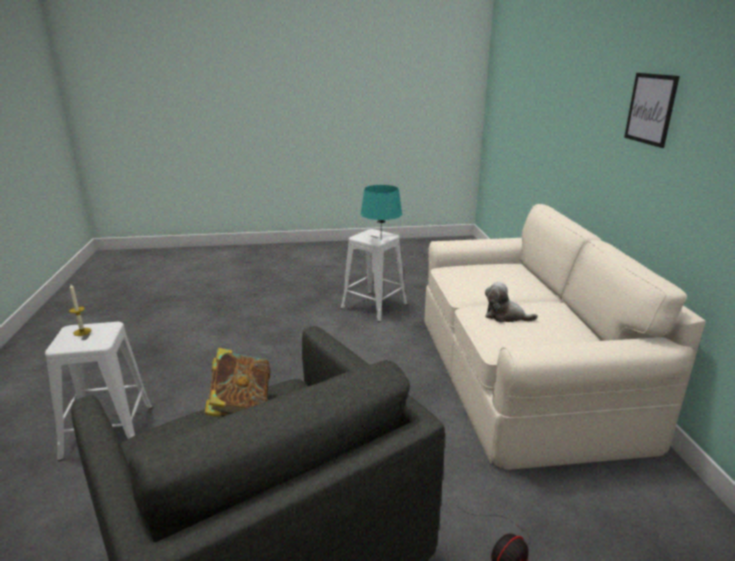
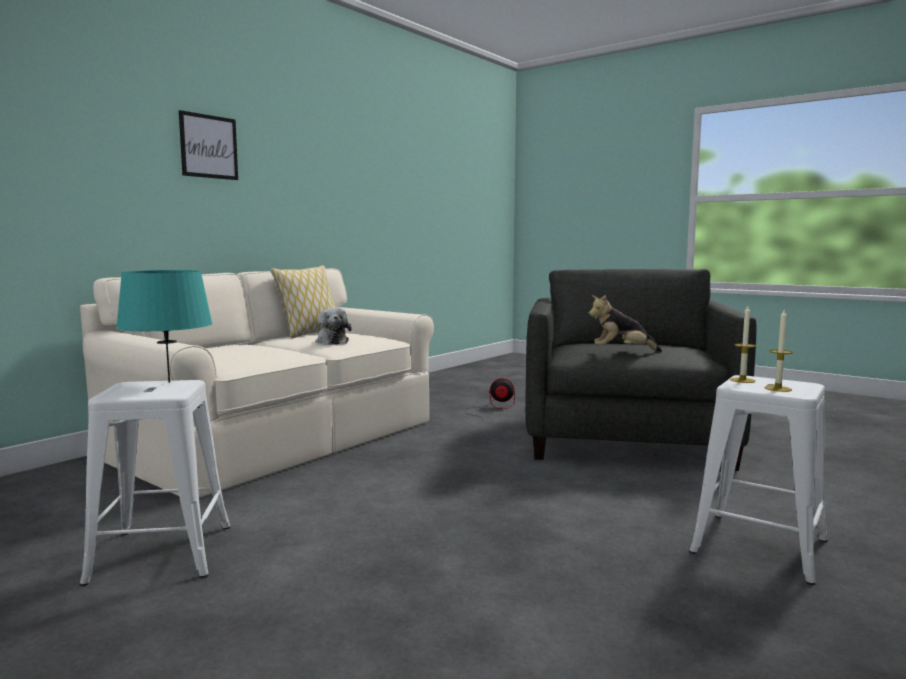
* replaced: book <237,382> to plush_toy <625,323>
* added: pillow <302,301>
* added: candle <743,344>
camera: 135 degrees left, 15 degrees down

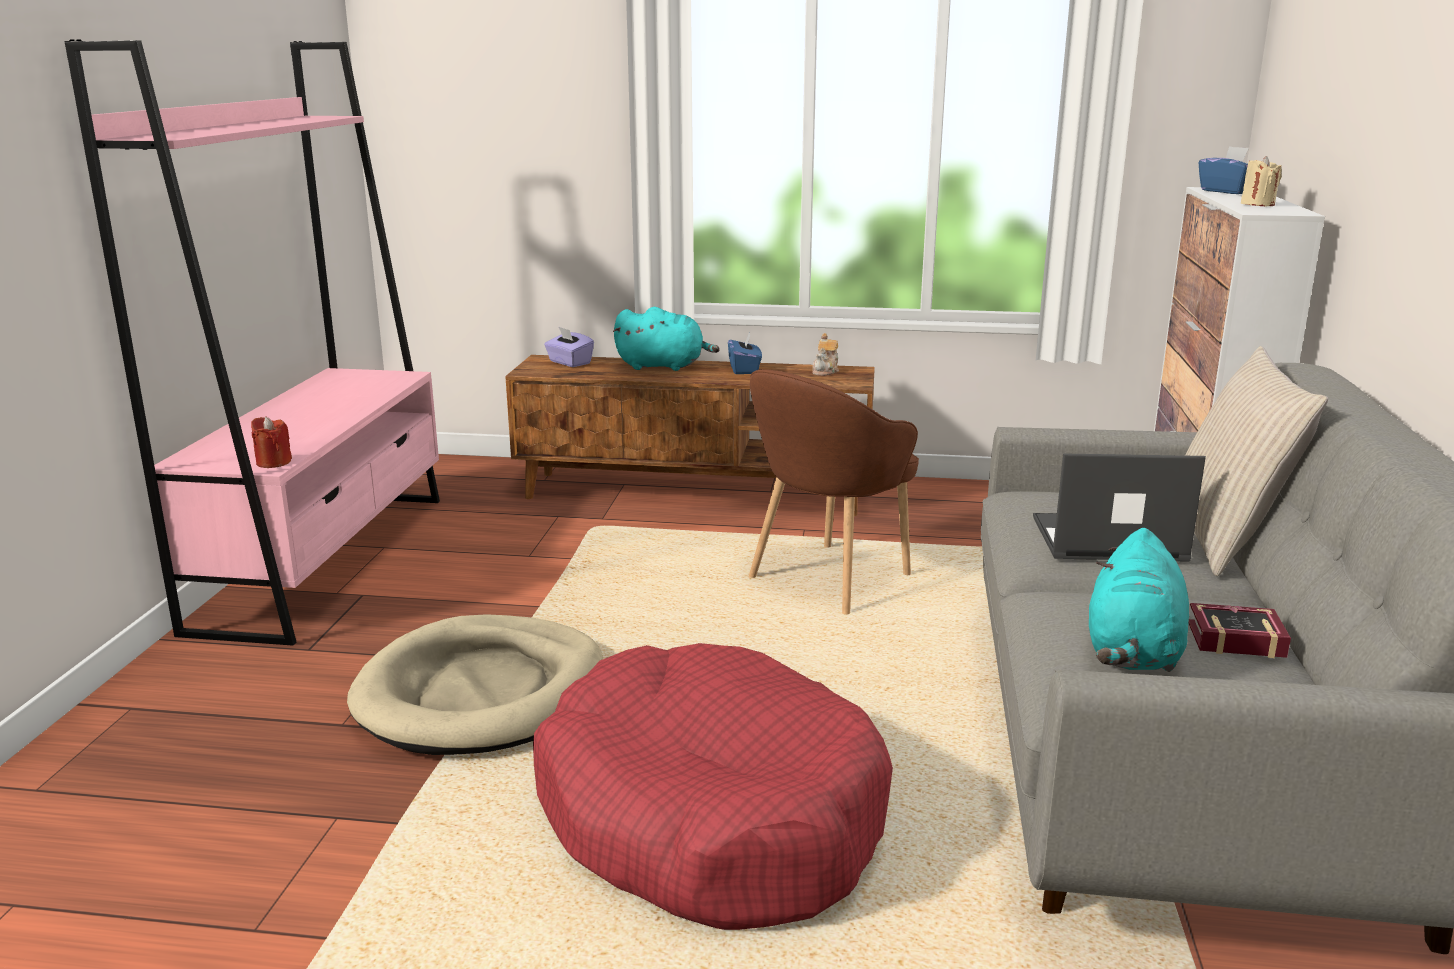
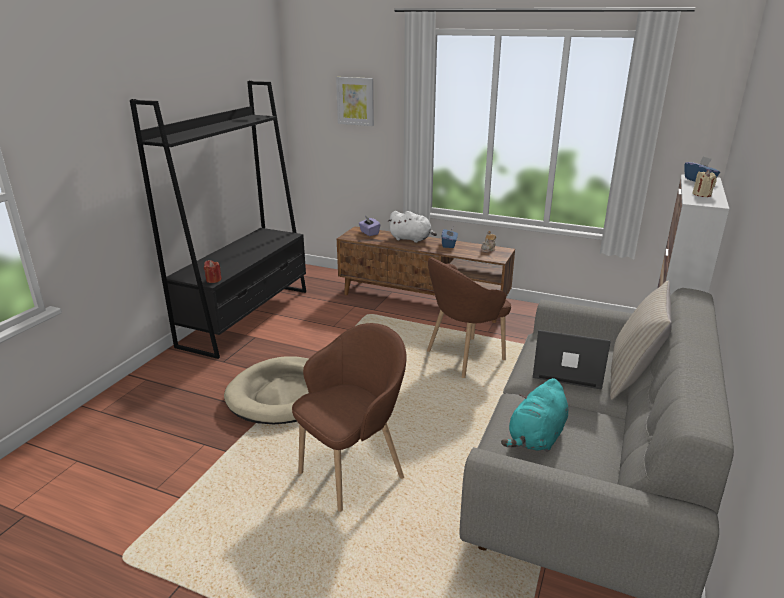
* recoloured: pink_bookcase <252,342> to black_bookcase <218,220>
* recoloured: turquoise_plush_toy <666,339> to white_plush_toy <412,227>
* removed: book <1239,630>
* replaced: red_dog_bed <713,786> to brown_armchair <349,417>
* added: picture <355,101>
camera: 15 degrees right, 5 degrees up

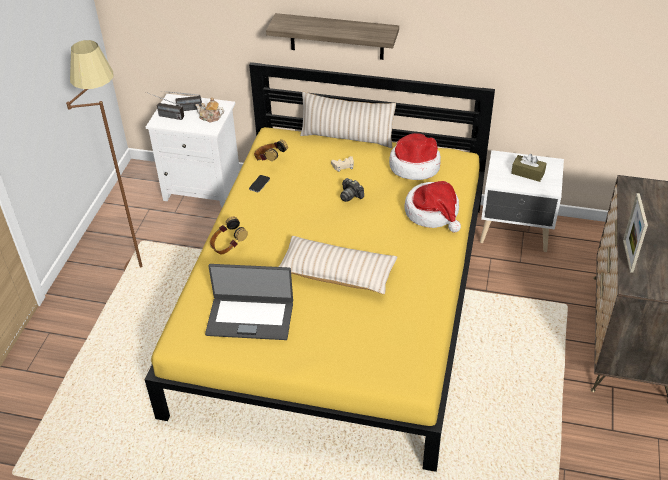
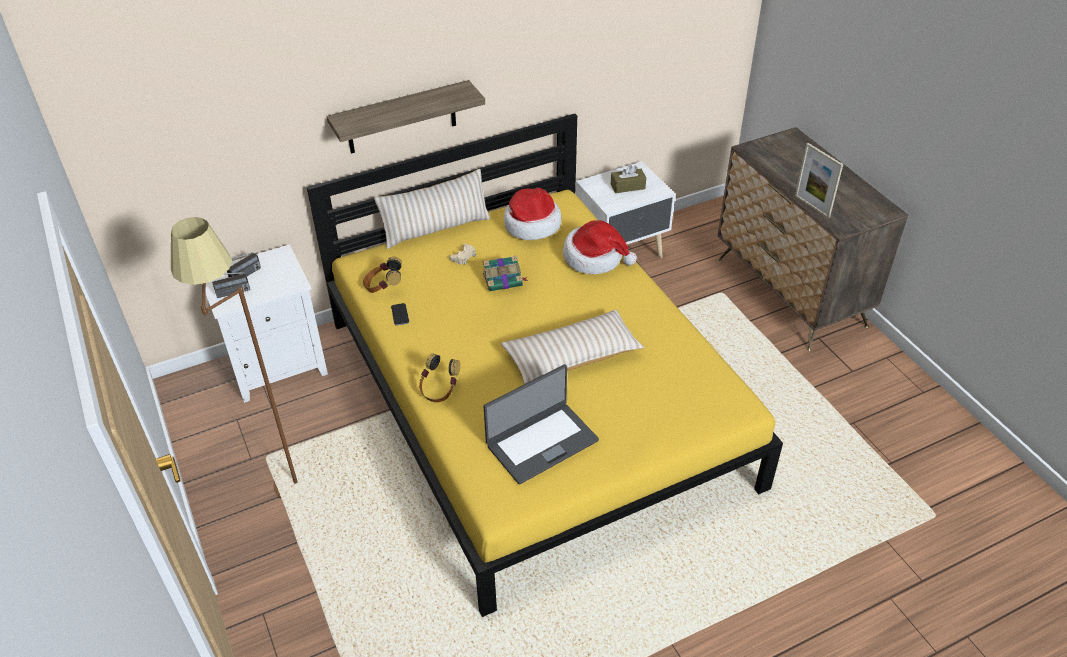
* removed: teapot <209,110>
* replaced: photo_camera <352,190> to book <505,273>
camera: 40 degrees left, 0 degrees up

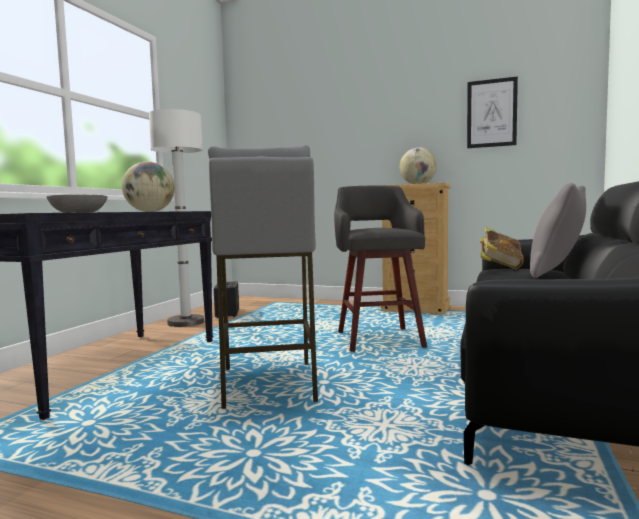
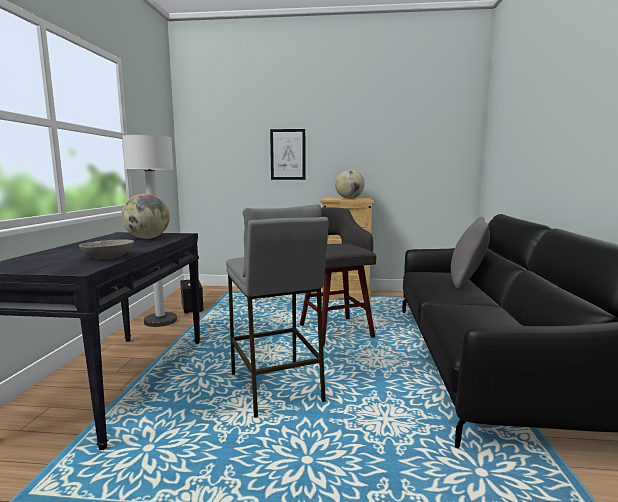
* moved: picture <492,112> to <287,154>
* removed: book <502,248>
camera: 15 degrees left, 5 degrees up

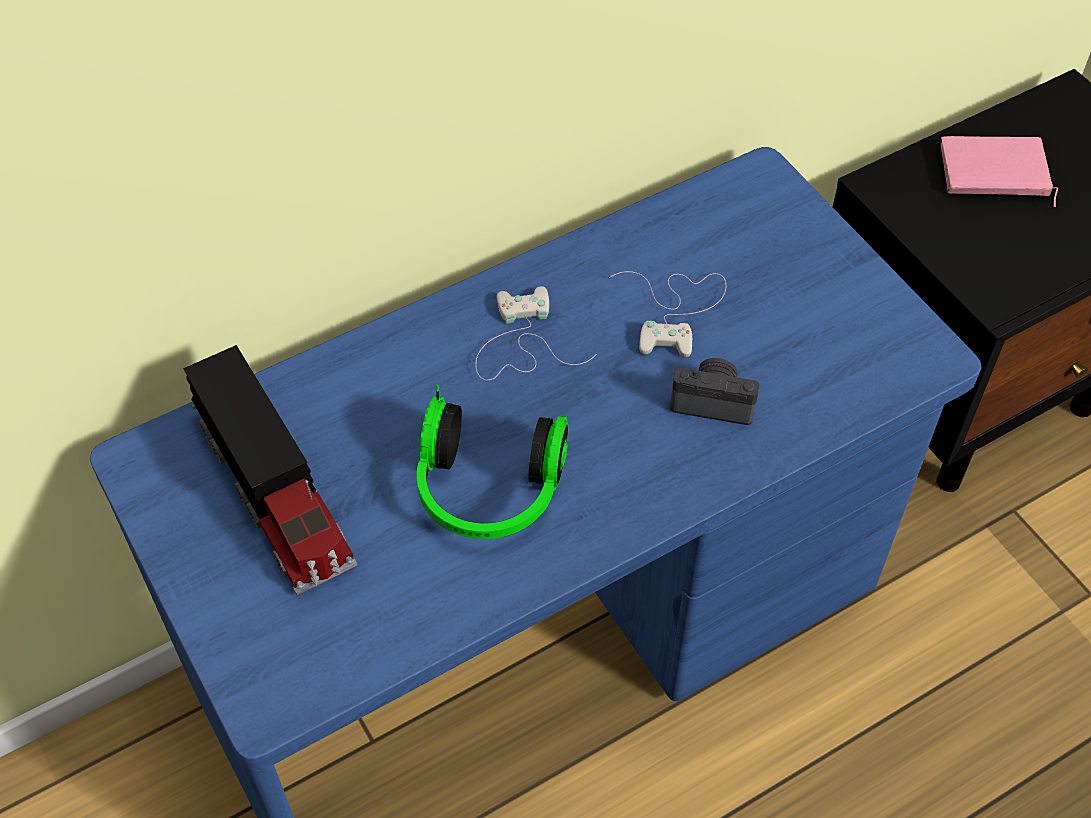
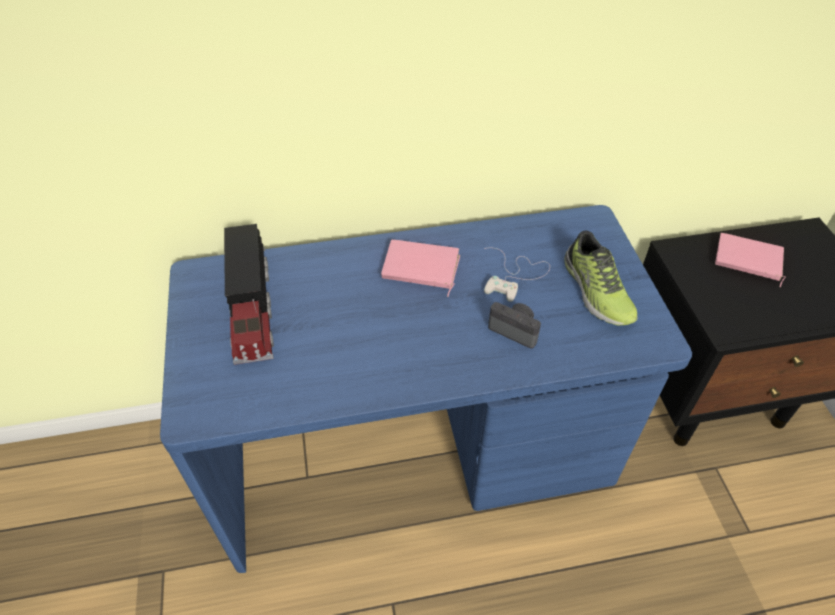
* replaced: white_game_controller <536,333> to pink_book <420,268>
* removed: headphones <492,462>
* added: shoe <601,278>
camera: 20 degrees right, 5 degrees down

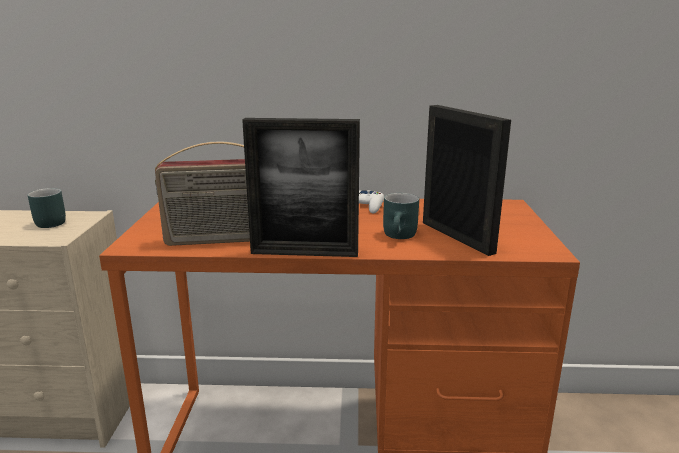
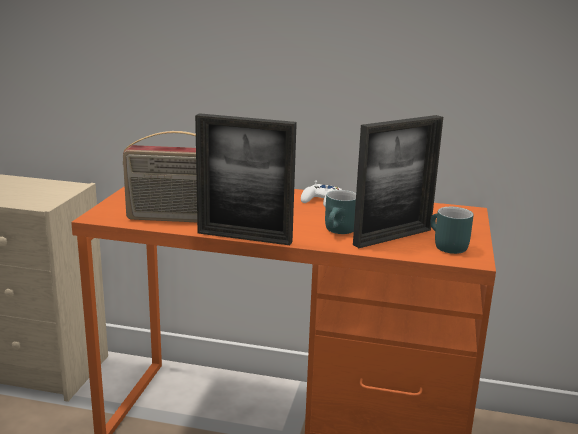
* turned: picture_frame <467,180> = <398,181> 75 degrees clockwise
* moved: turquoise_mug <46,208> to <452,230>
camera: 10 degrees right, 0 degrees up

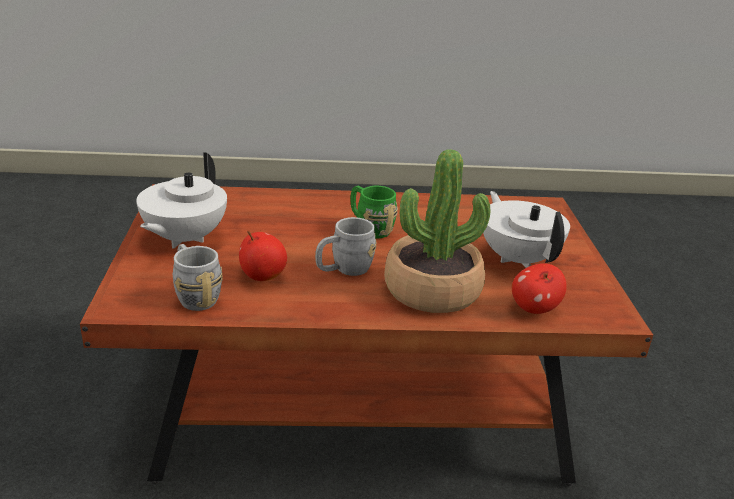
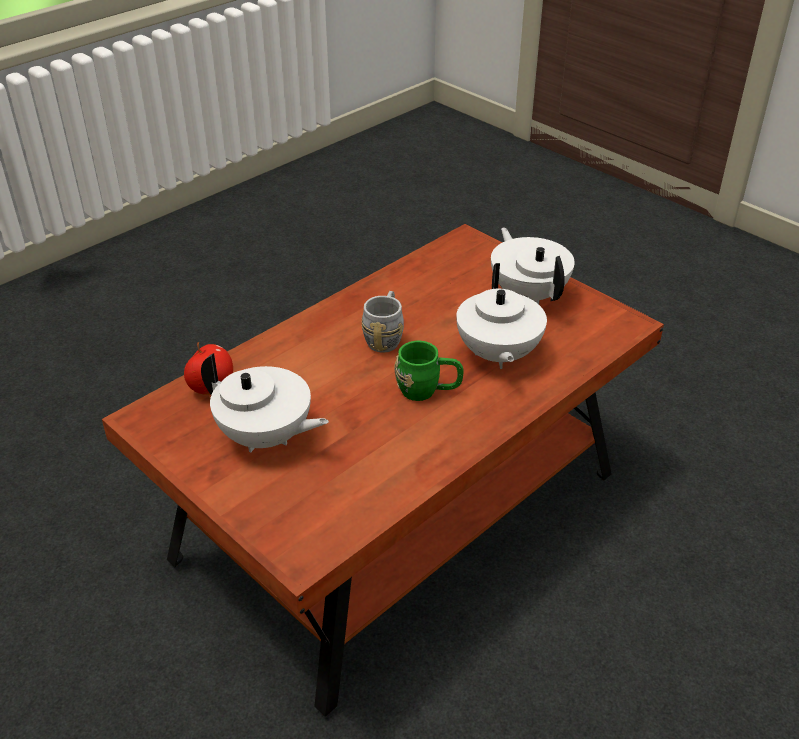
* removed: potted_plant <437,231>
* removed: apple <263,255>
* removed: grey_mug <197,277>
* added: white_teapot <501,316>
camera: 140 degrees right, 10 degrees up

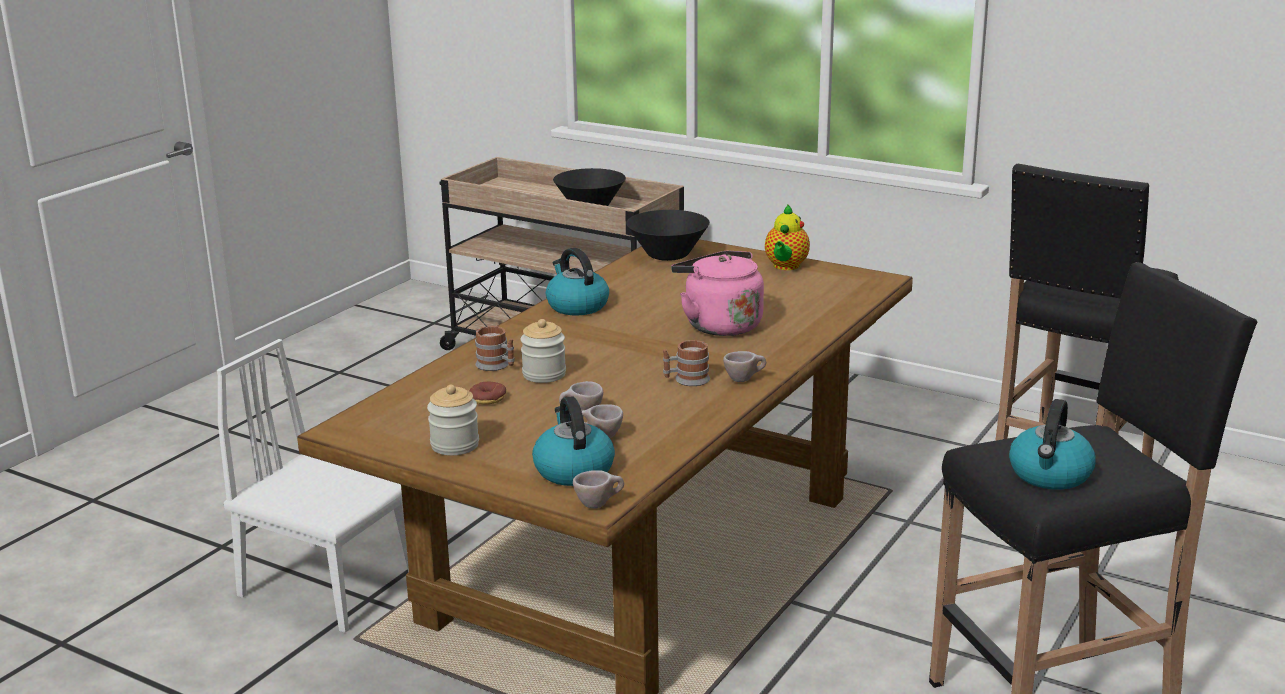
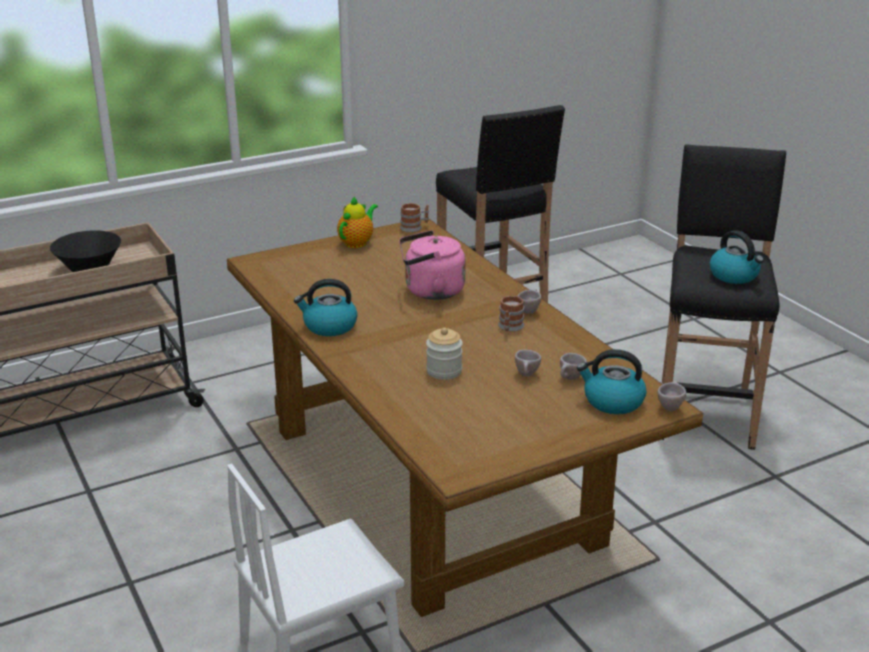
* turned: teapot <787,237> = <357,222> 105 degrees counterclockwise
* removed: black_bowl <668,235>
* moved: mug <495,348> to <414,217>
* removed: donut <488,393>
* removed: jar <453,420>
camera: 60 degrees left, 5 degrees up

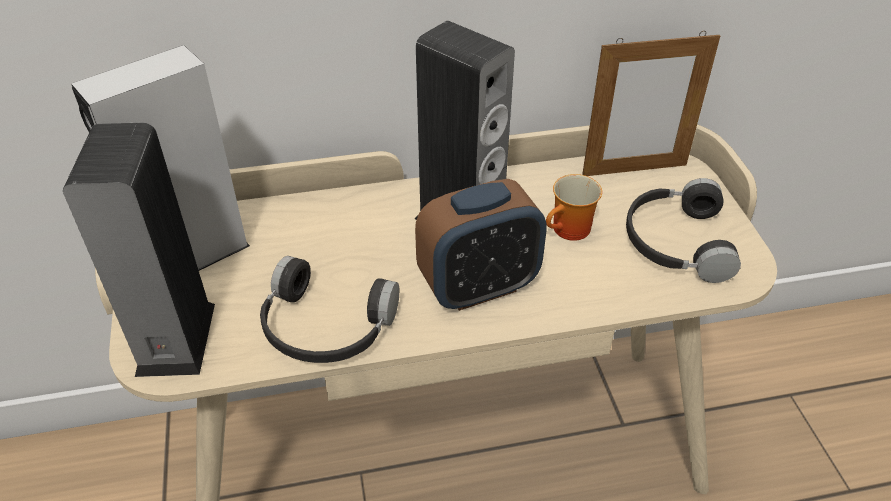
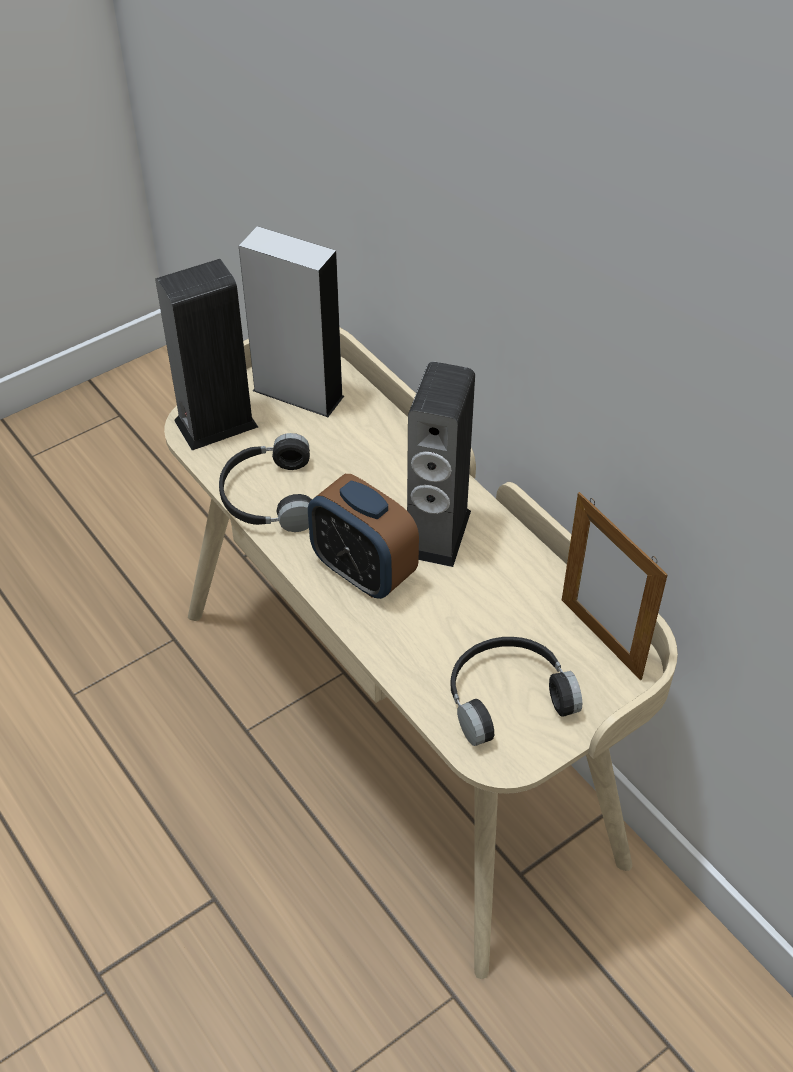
* removed: mug <574,207>
camera: 65 degrees right, 5 degrees up

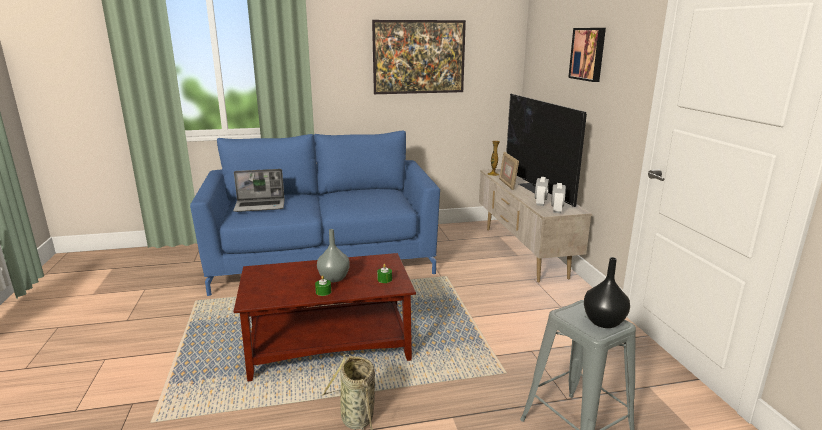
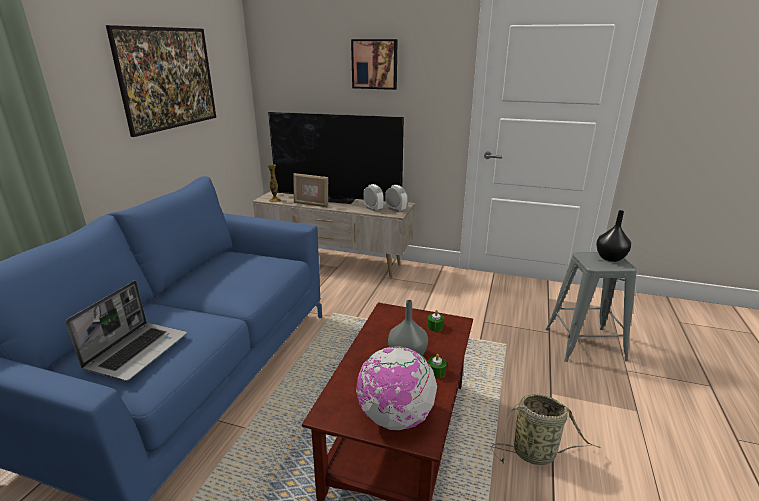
* added: globe <396,388>
camera: 60 degrees left, 5 degrees up

